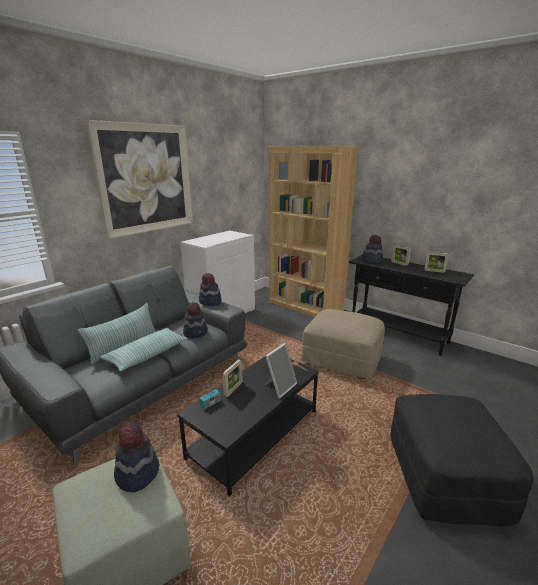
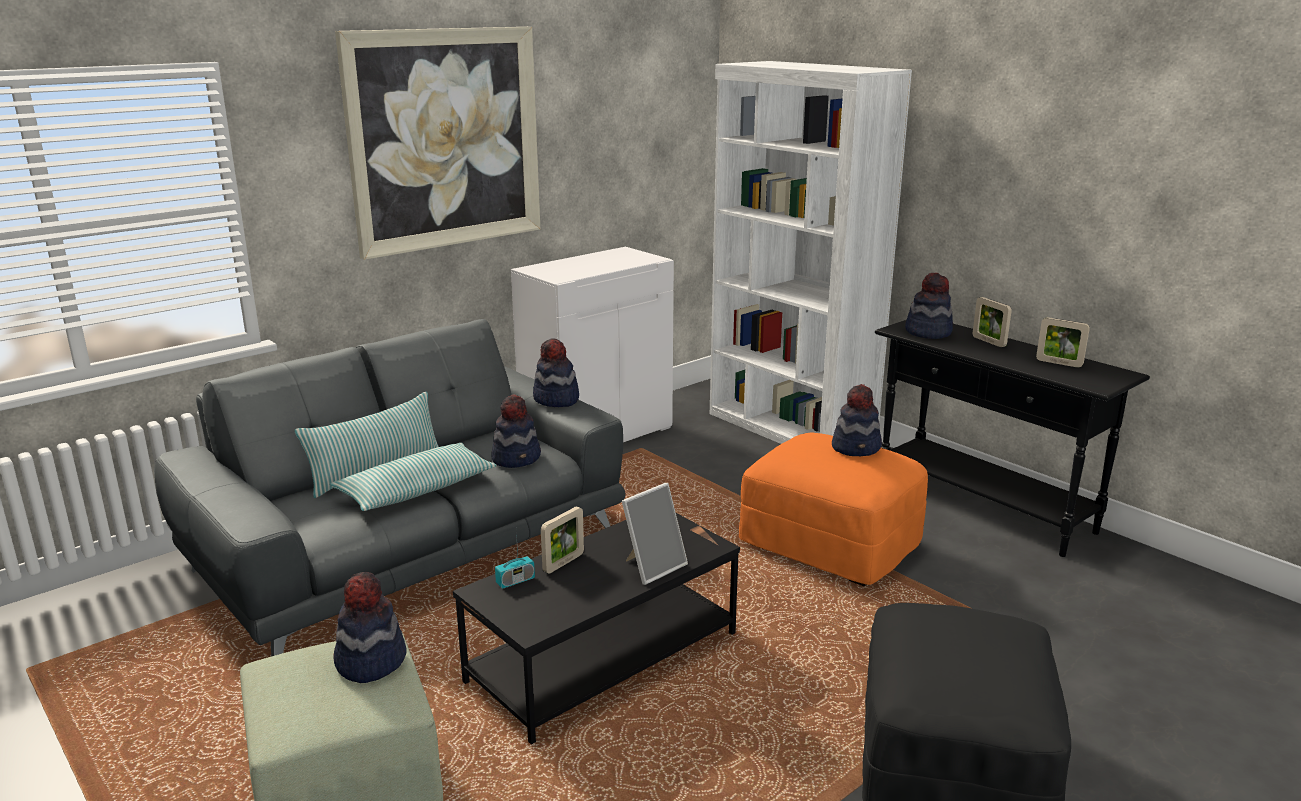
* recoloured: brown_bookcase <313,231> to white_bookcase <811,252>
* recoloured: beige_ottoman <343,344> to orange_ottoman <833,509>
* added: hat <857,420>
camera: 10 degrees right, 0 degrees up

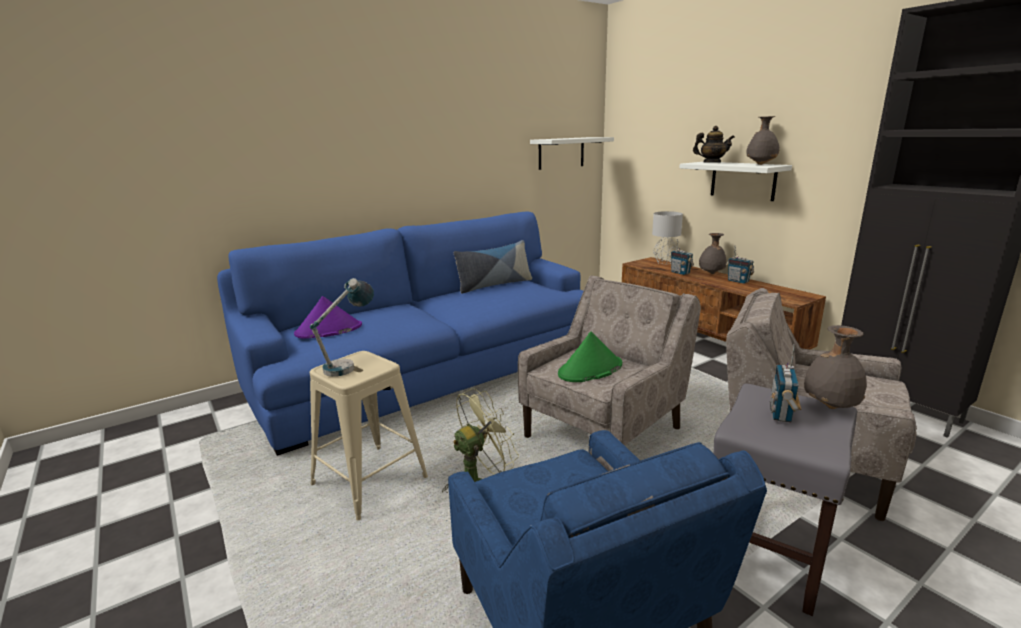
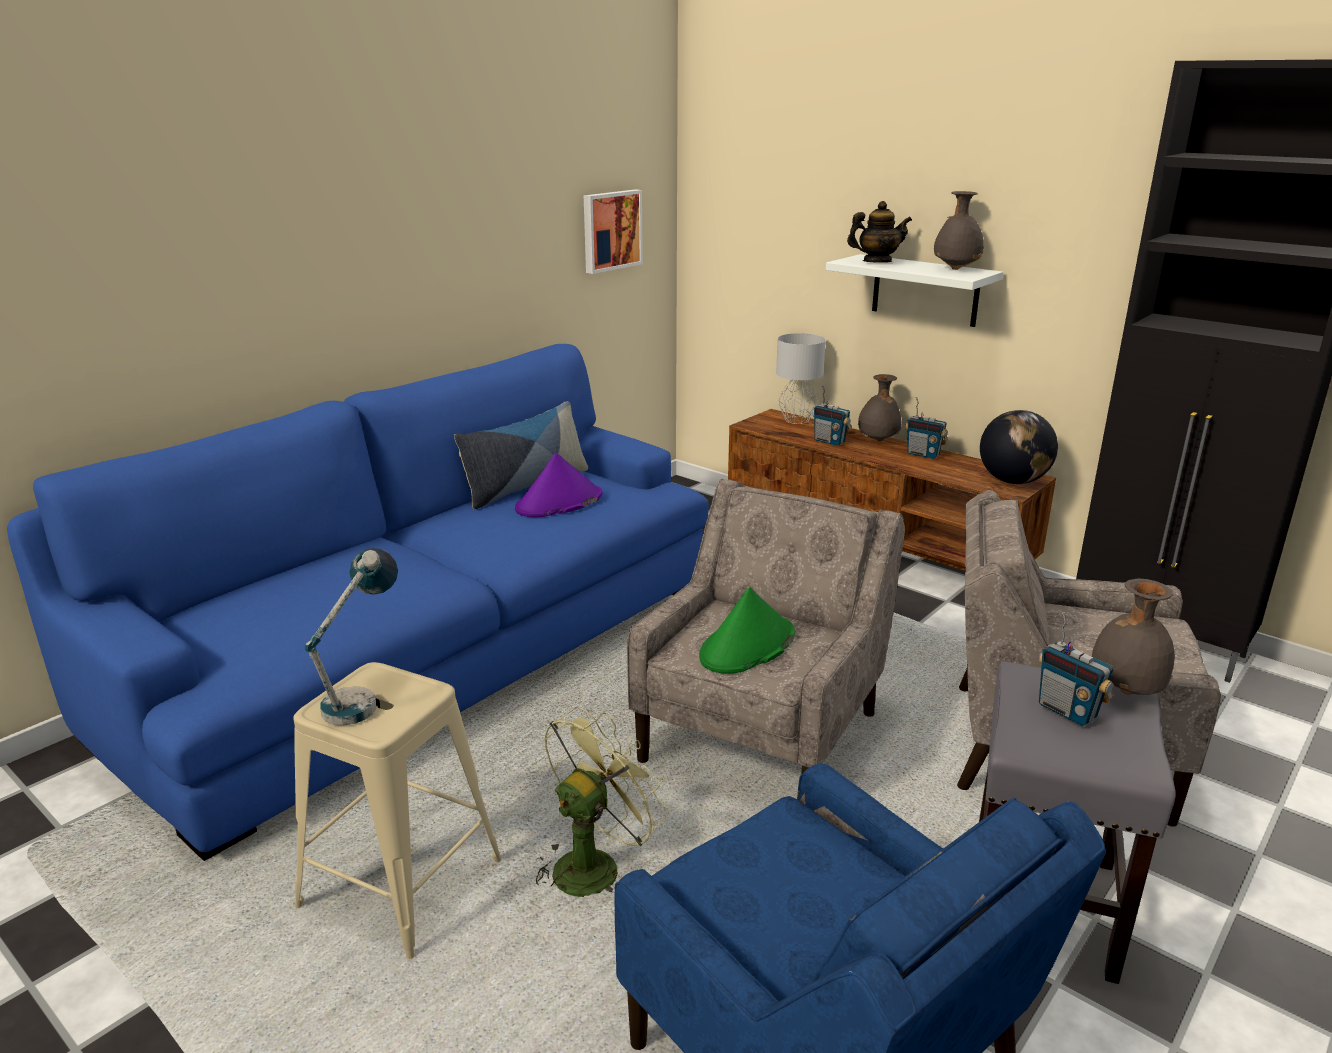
* replaced: white_shelf <572,153> to picture <613,231>
* moved: purple_hat <328,317> to <559,485>
* turned: radio <785,383> = <1076,669> 45 degrees counterclockwise
* added: globe <1019,447>
camera: 15 degrees left, 5 degrees up

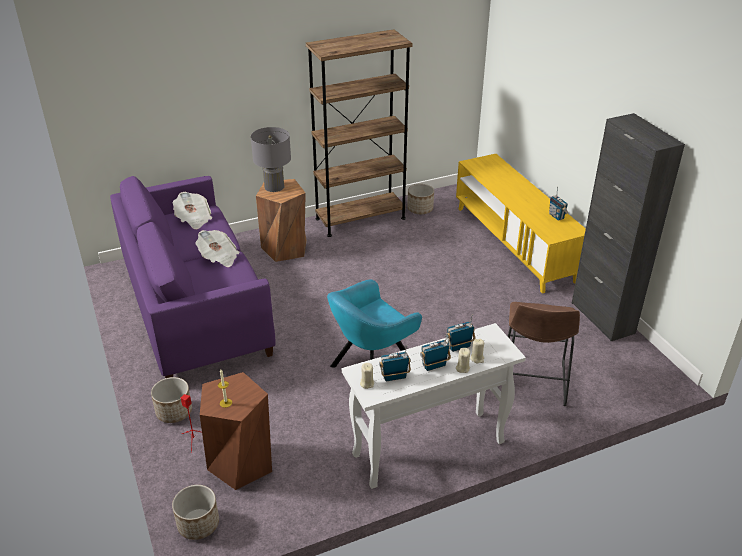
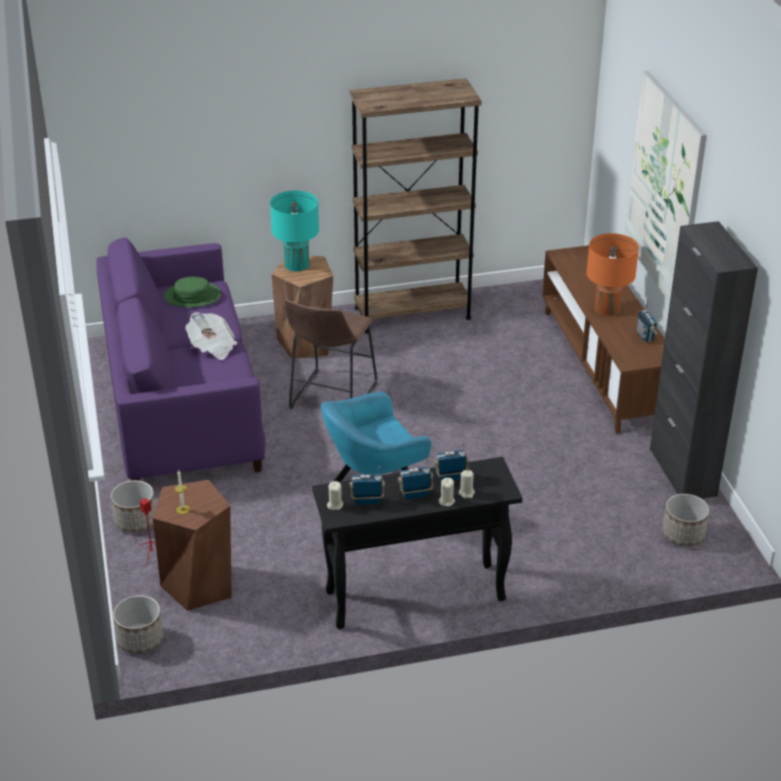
* recoloured: grey_table_lamp <271,159> to turquoise_table_lamp <294,231>
* recoloured: yellow_tv_stand <521,224> to brown_tv_stand <603,339>
* moved: planter <420,199> to <685,520>
* replaced: newspaper <192,210> to green_hat <192,292>
* moved: brown_stool <544,354> to <331,354>
* recoloured: white_console_table <434,406> to black_console_table <417,543>
* added: picture <666,186>
* added: orange_table_lamp <612,274>
camera: 10 degrees right, 0 degrees up

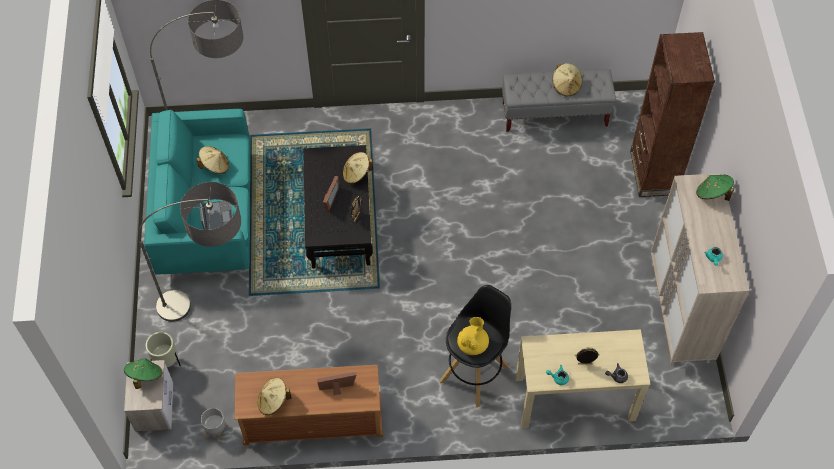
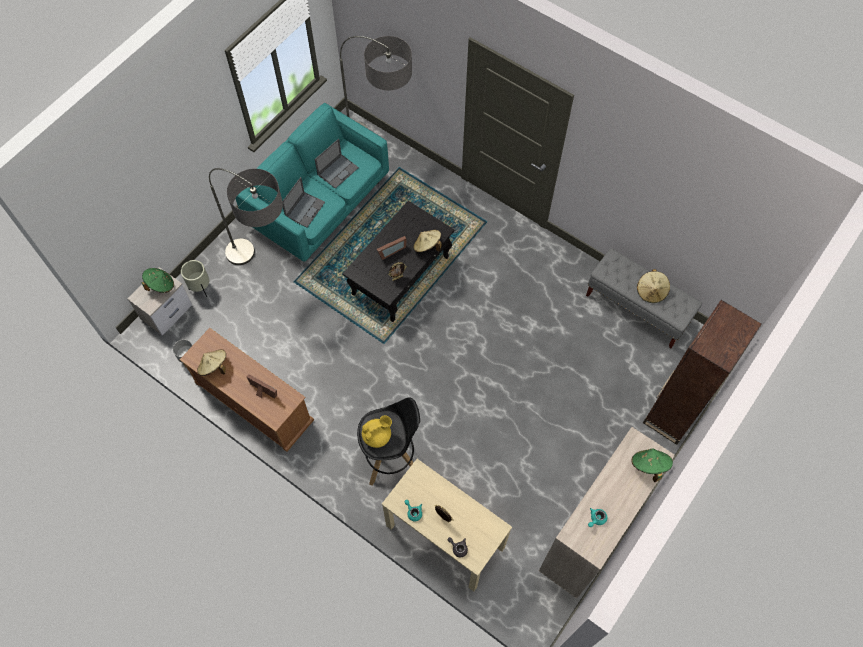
* replaced: beige_hat <213,160> to laptop <337,164>
camera: 40 degrees right, 5 degrees up

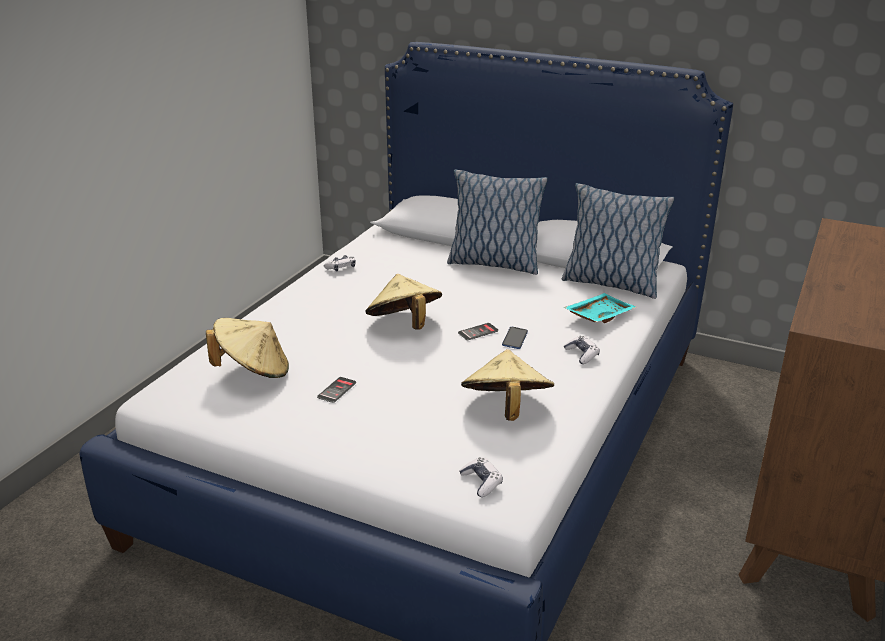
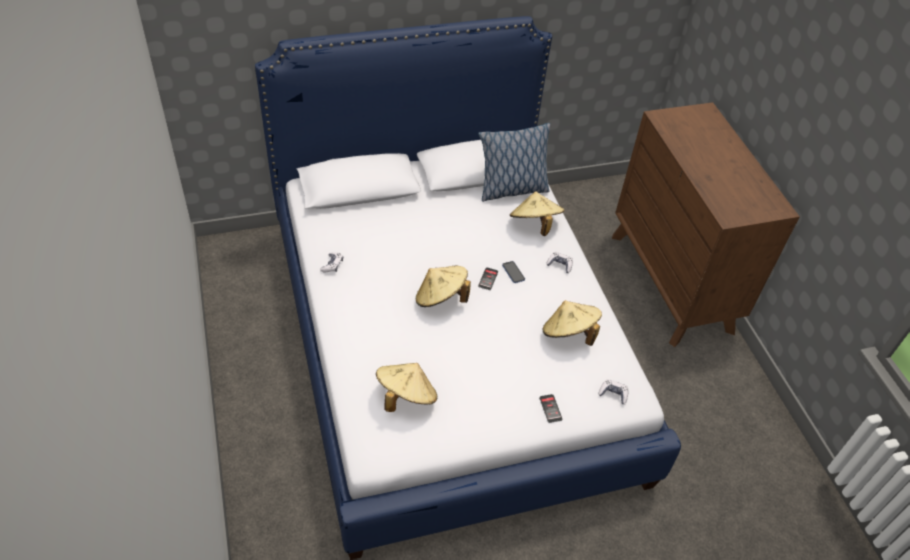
* removed: pillow <497,222>
* replaced: turquoise_tray <600,308> to beige_hat <537,213>
* moved: phone <336,390> to <550,408>
camera: 45 degrees left, 20 degrees up

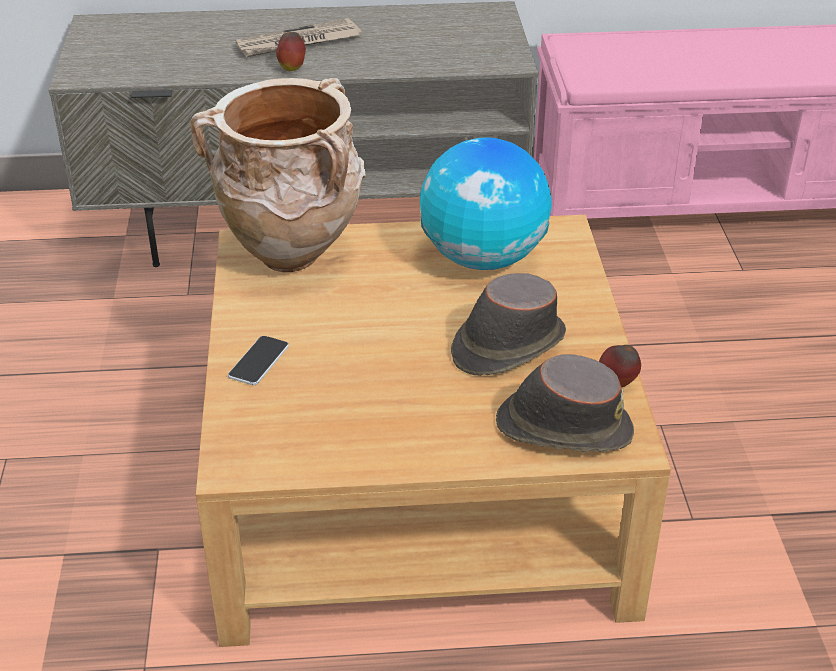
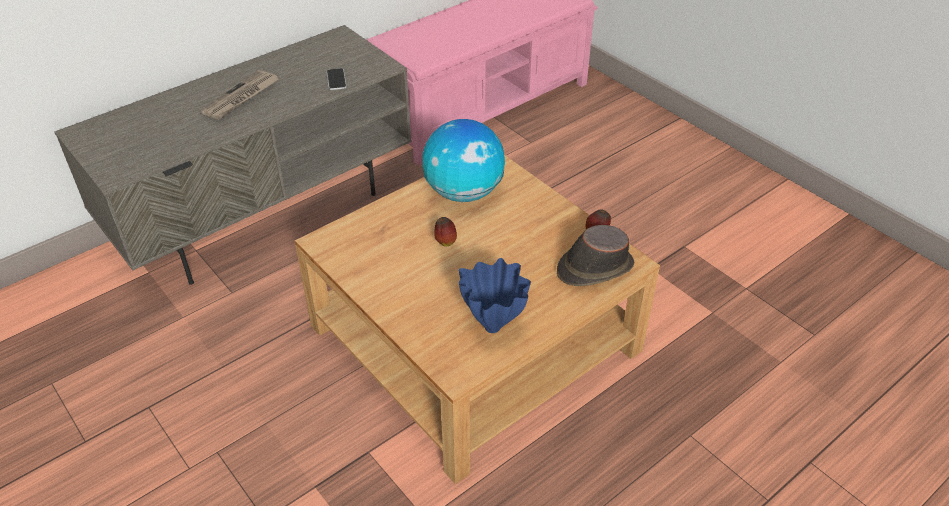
* moved: apple <291,51> to <445,232>
* removed: beige_vase <278,175>
* removed: brown_hat <508,324>
* moved: phone <258,360> to <337,79>
* added: blue_vase <495,295>
camera: 35 degrees left, 5 degrees up

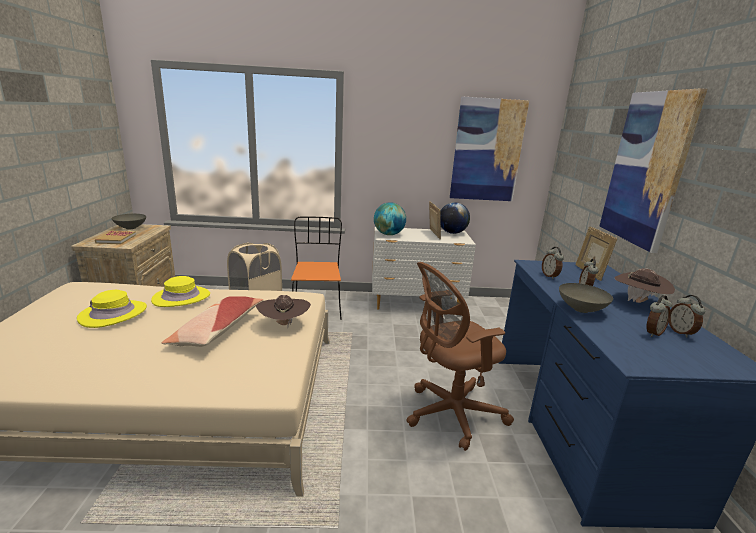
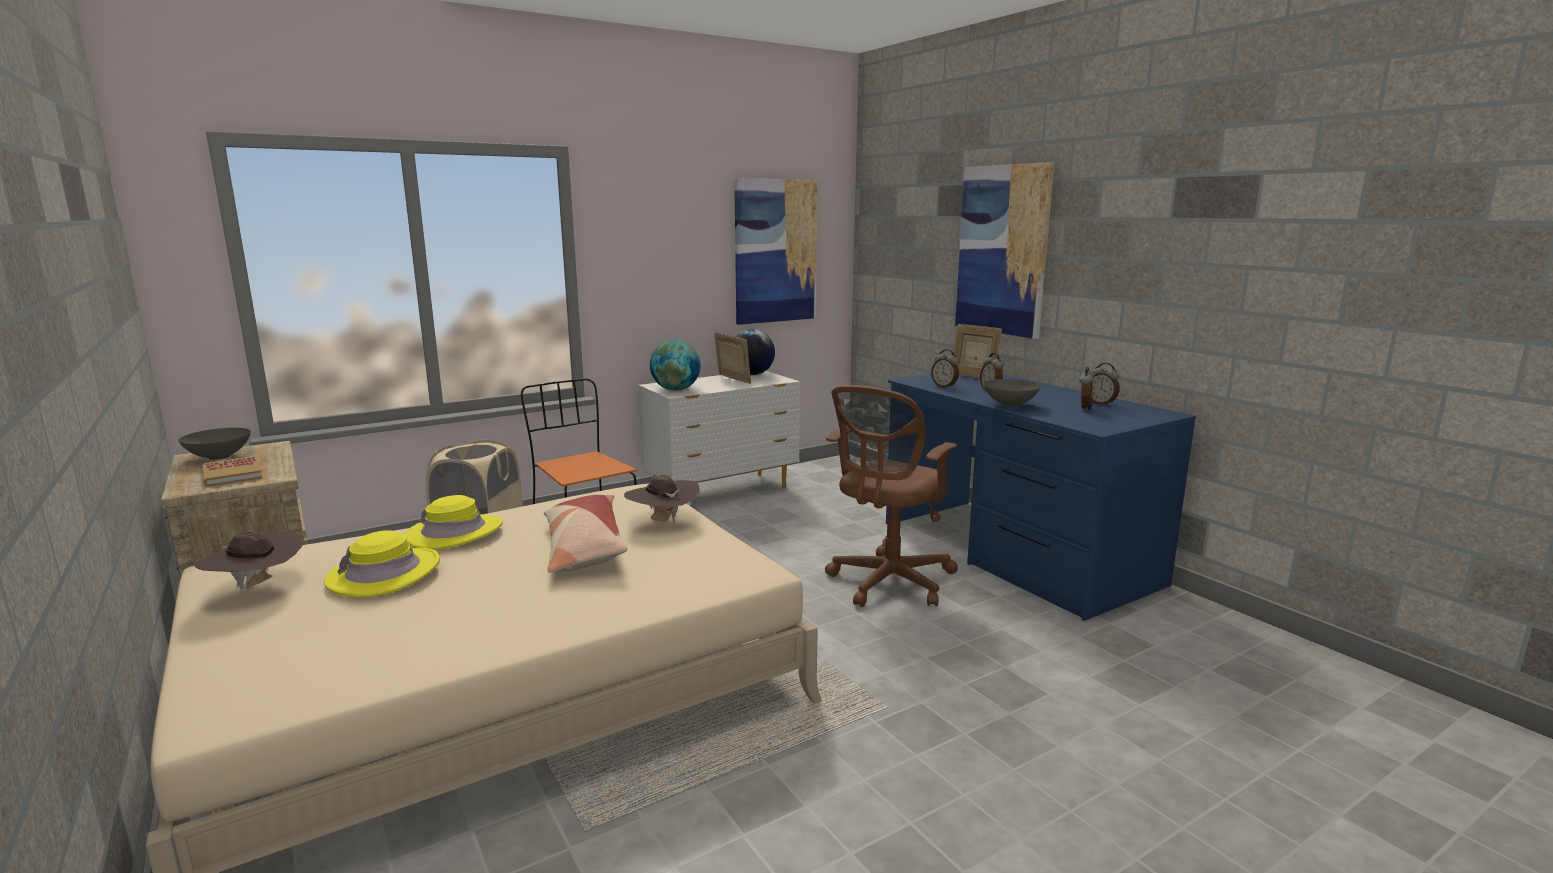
* moved: brown_hat <645,285> to <248,560>
camera: 30 degrees left, 5 degrees down

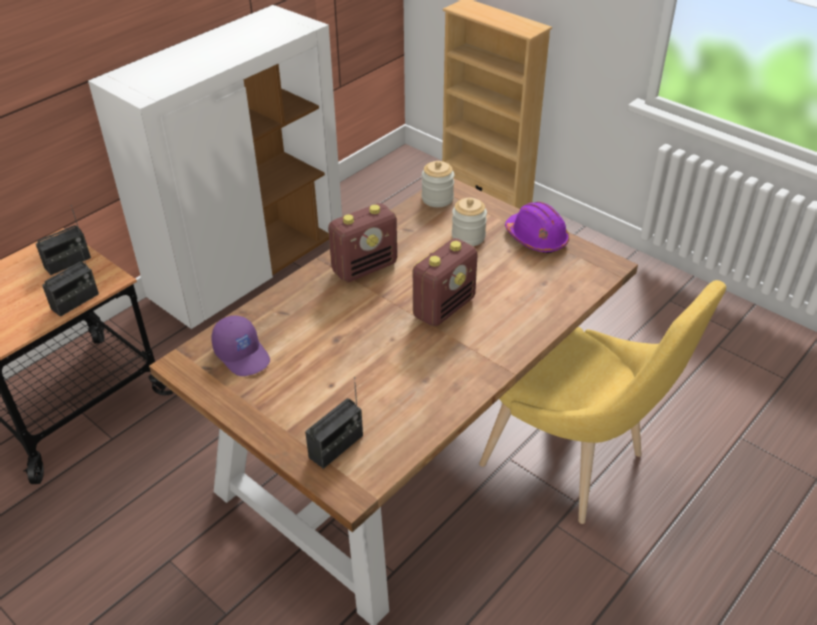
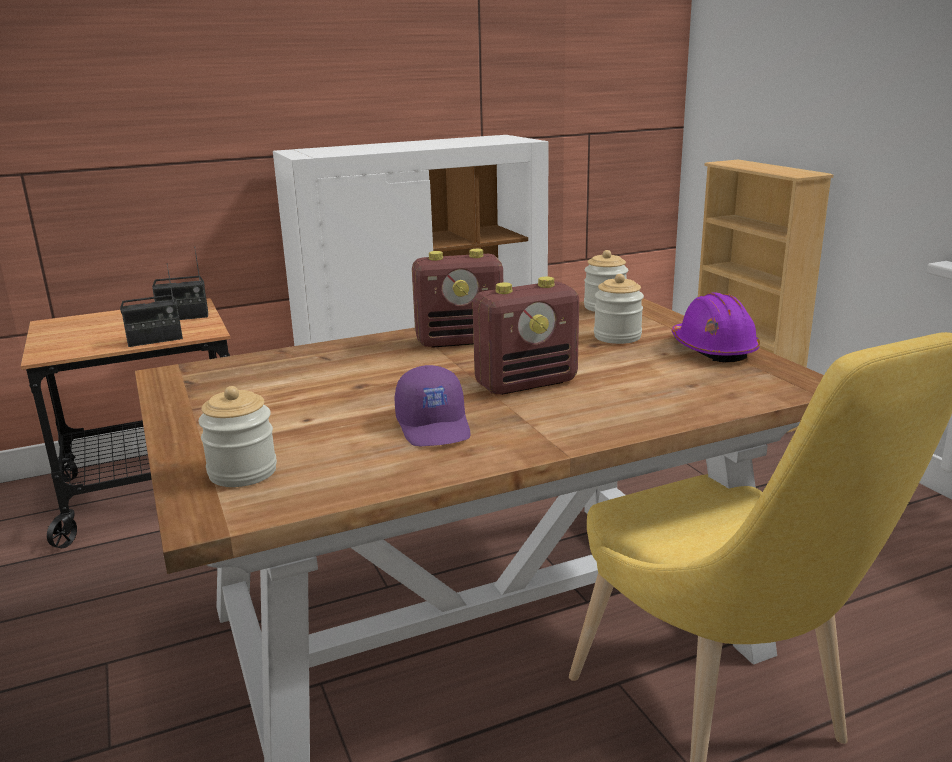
* moved: purple_cap <241,346> to <432,405>
* replaced: radio <334,423> to jar <237,436>
camera: 25 degrees right, 20 degrees down

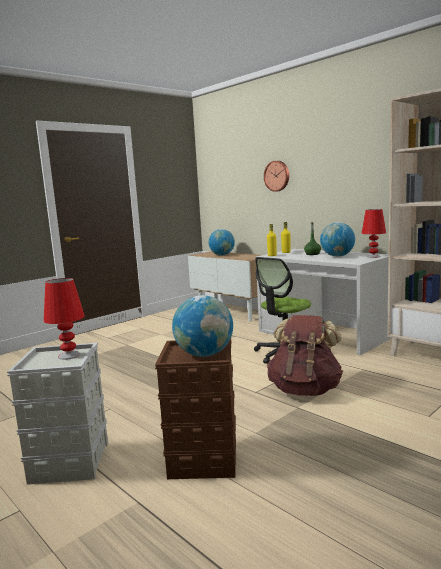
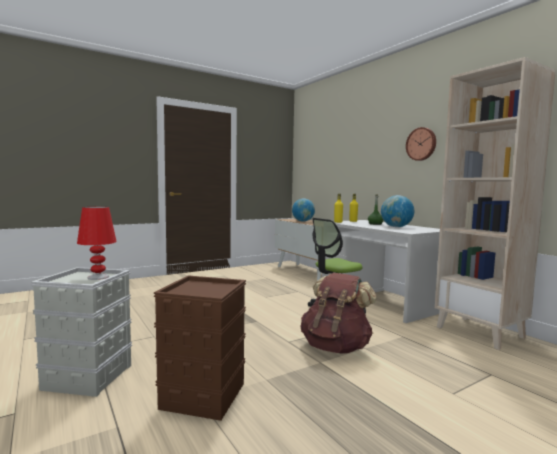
* moved: wall_clock <276,176> to <421,144>
* removed: red_table_lamp <373,233>
* removed: globe <202,326>
camera: 10 degrees right, 5 degrees down

